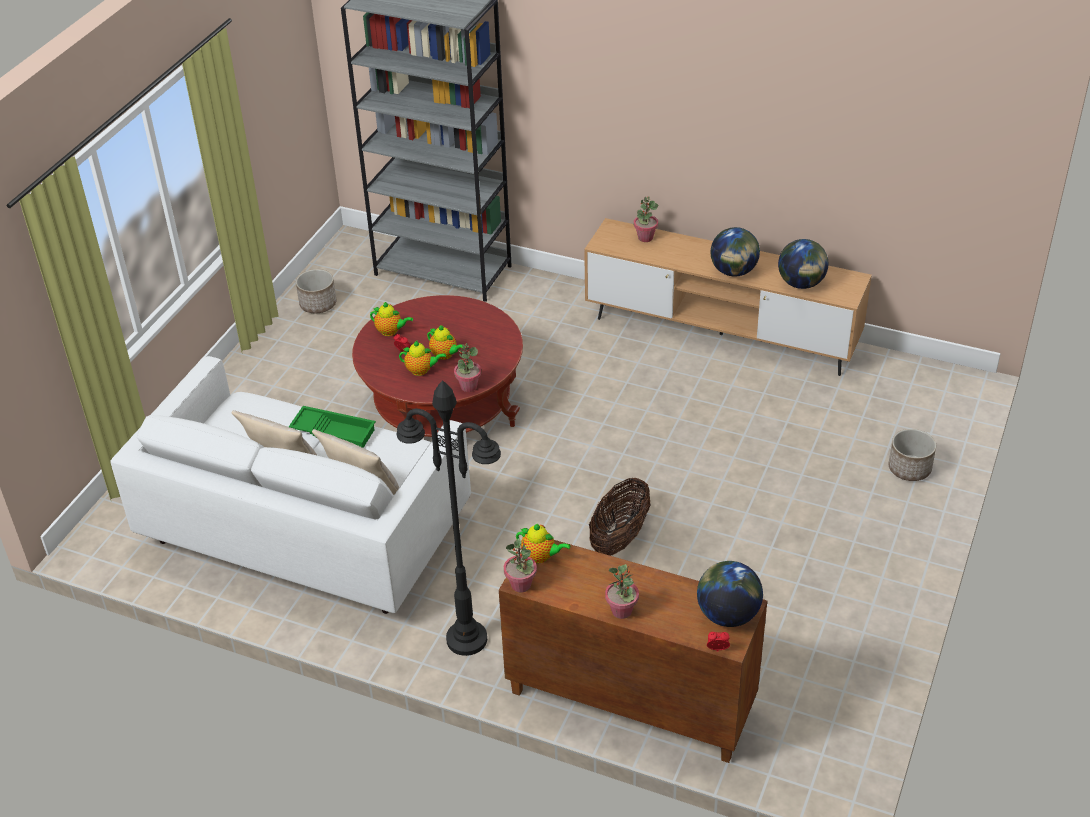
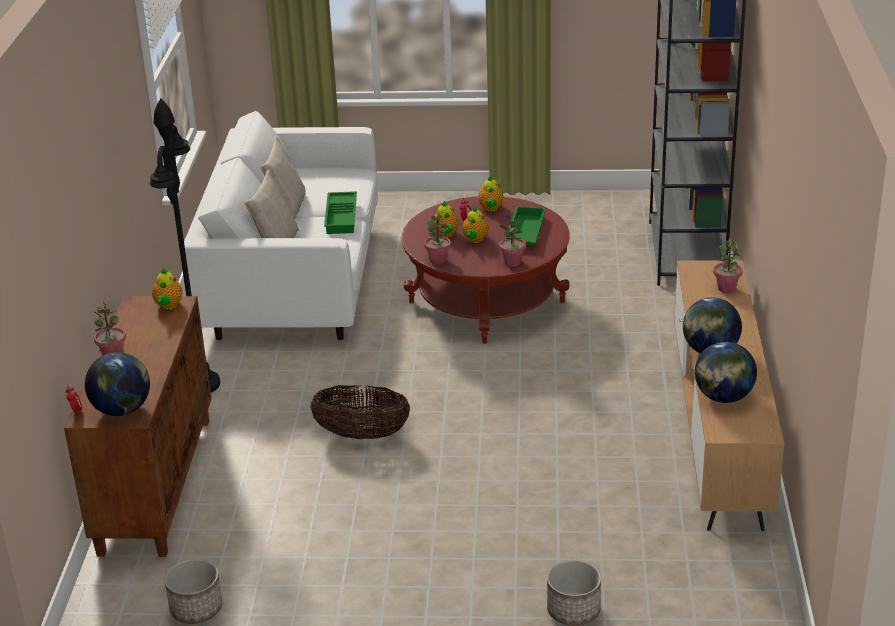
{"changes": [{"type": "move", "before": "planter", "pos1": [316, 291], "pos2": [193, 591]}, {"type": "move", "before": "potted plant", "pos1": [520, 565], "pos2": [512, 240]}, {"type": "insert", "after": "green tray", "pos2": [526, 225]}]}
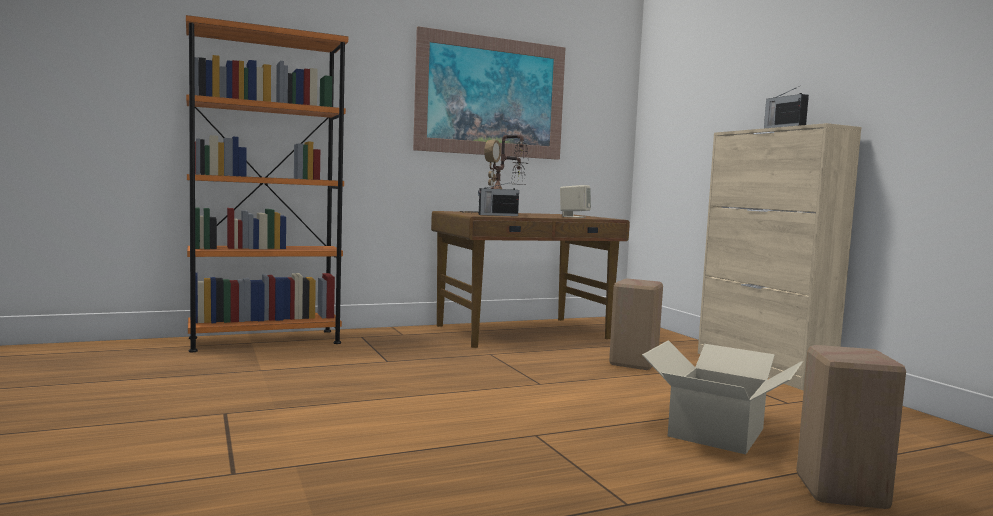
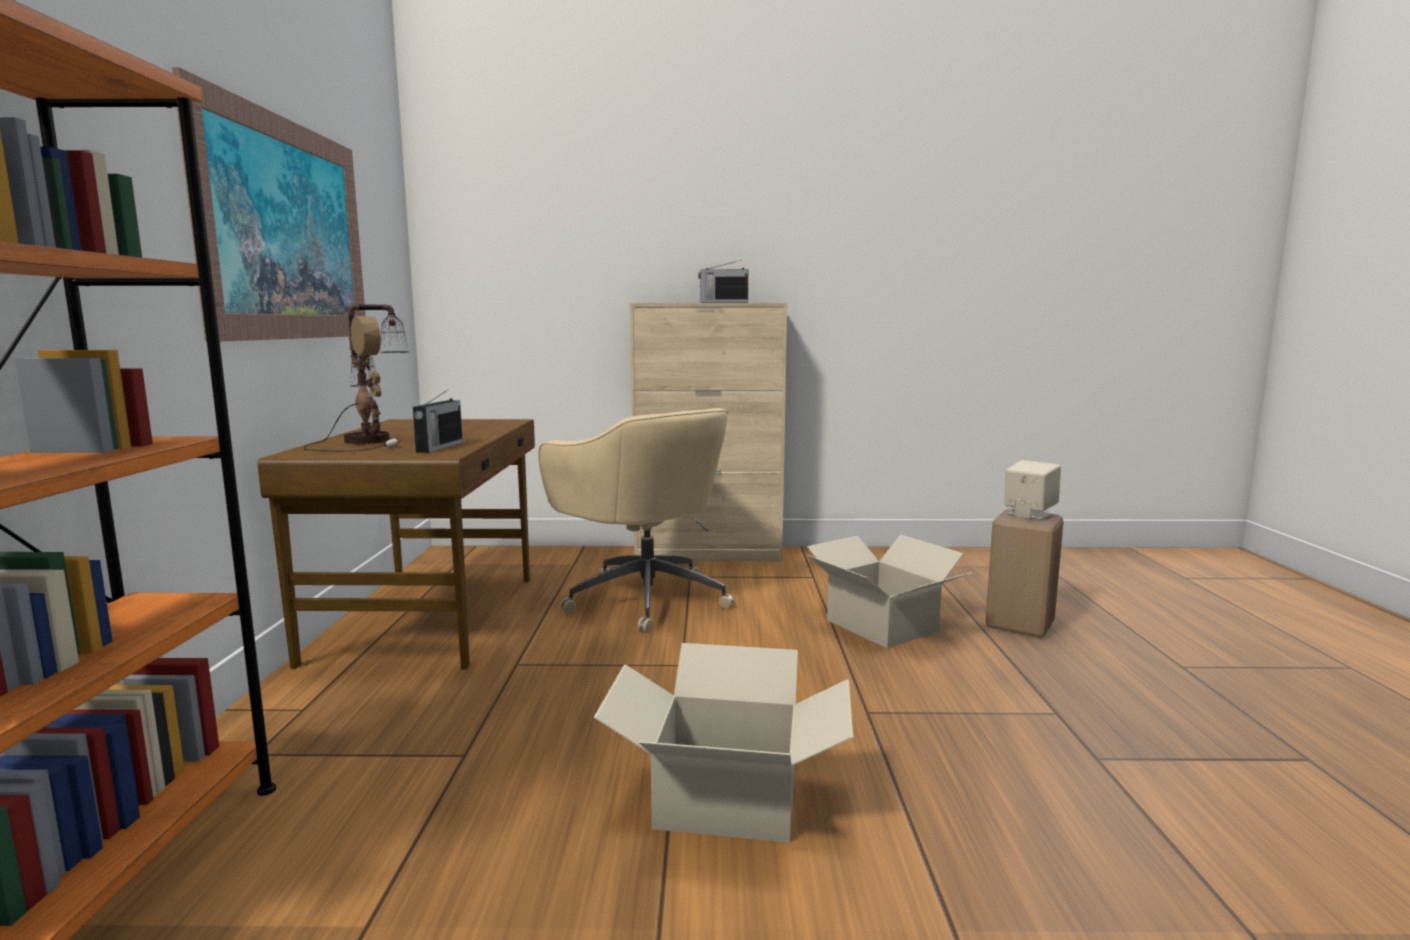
{"changes": [{"type": "move", "before": "beige speaker", "pos1": [575, 201], "pos2": [1032, 490]}, {"type": "replace", "before": "beige stool", "after": "beige office chair", "pos1": [636, 324], "pos2": [636, 520]}, {"type": "insert", "after": "cardboard box", "pos2": [723, 743]}]}
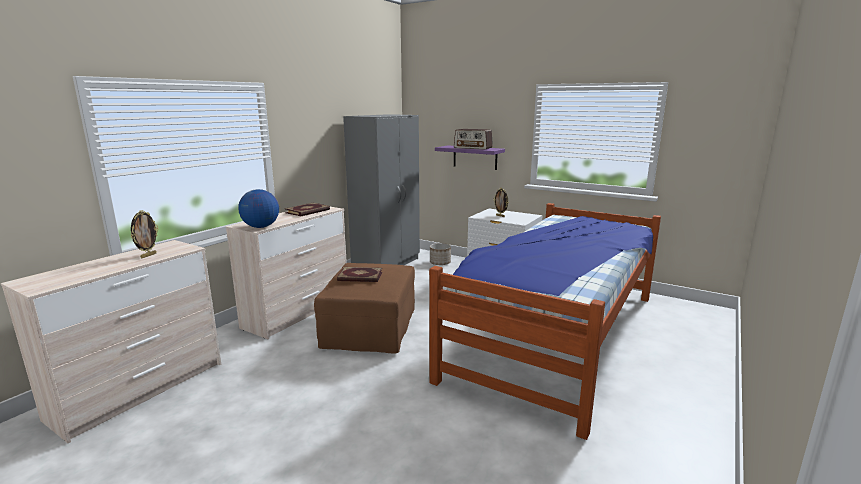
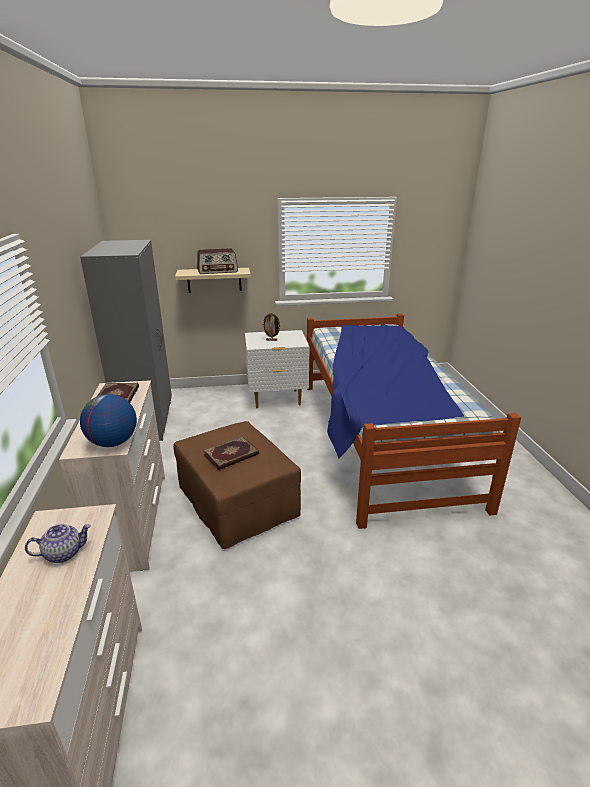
{"changes": [{"type": "recolor", "before": "purple shelf", "after": "beige shelf", "pos1": [470, 157], "pos2": [213, 280]}, {"type": "replace", "before": "picture frame", "after": "teapot", "pos1": [144, 234], "pos2": [58, 543]}, {"type": "delete", "before": "planter", "pos1": [440, 254]}]}
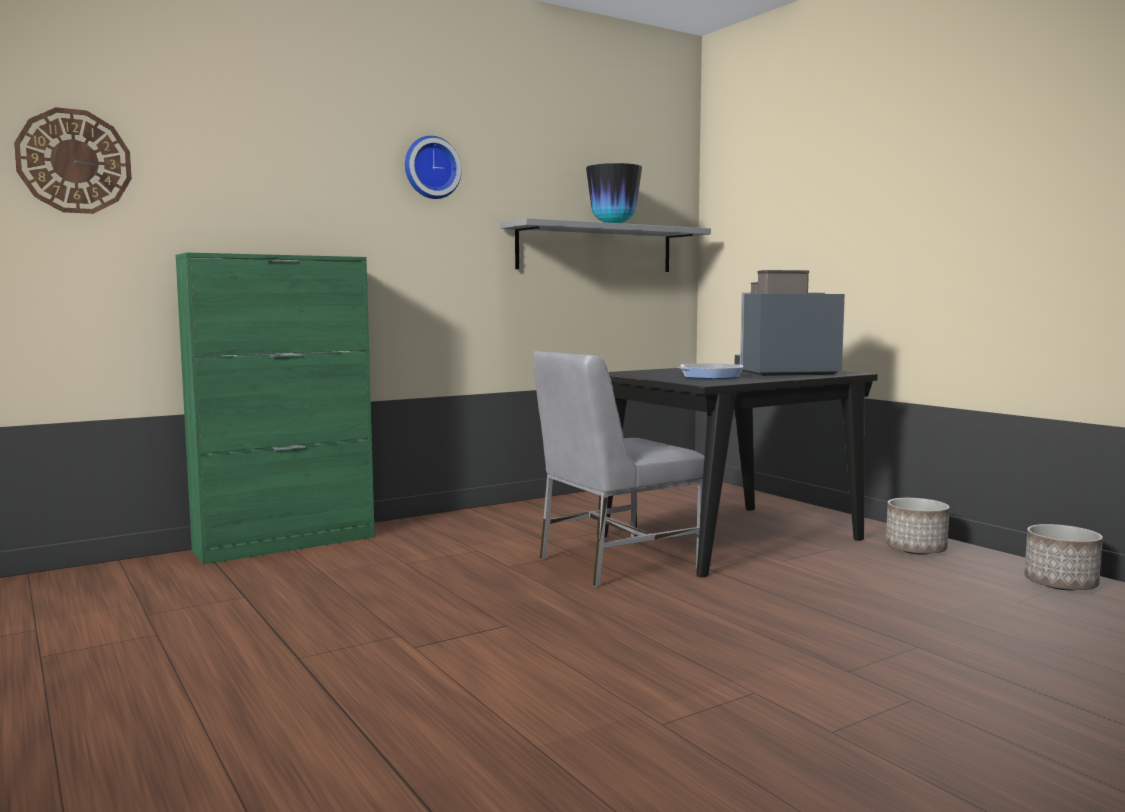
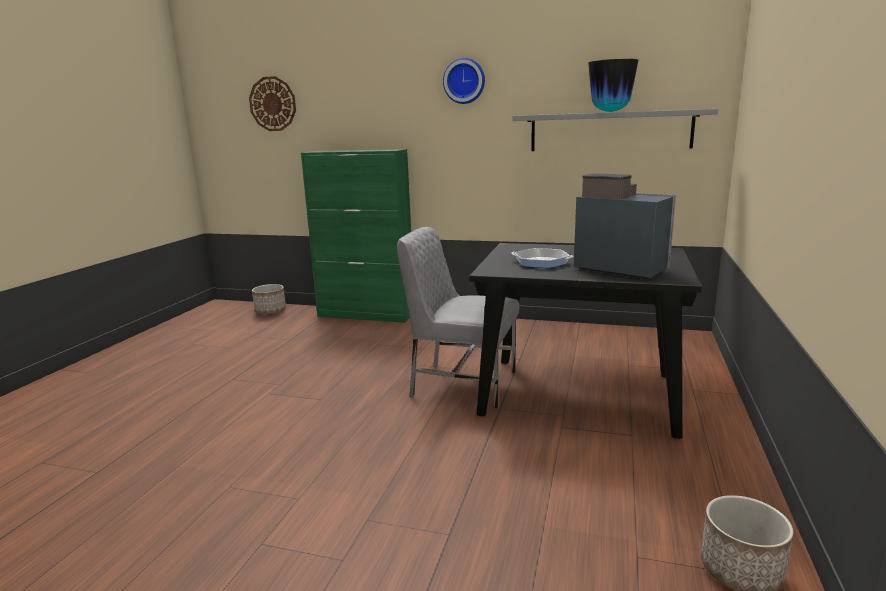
{"changes": [{"type": "move", "before": "planter", "pos1": [918, 526], "pos2": [269, 299]}]}
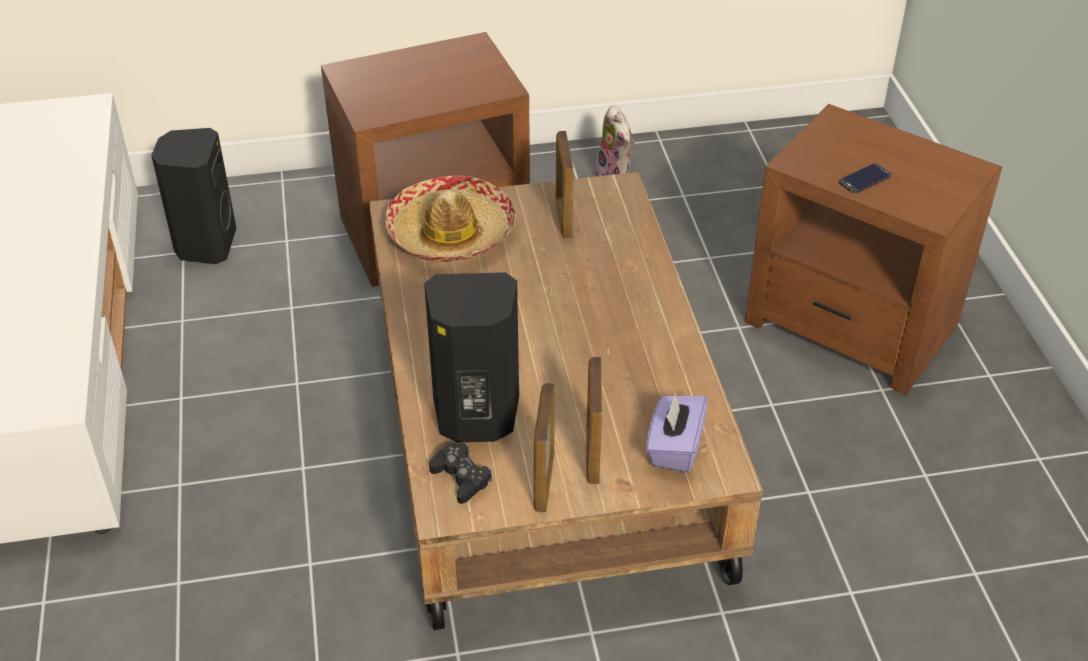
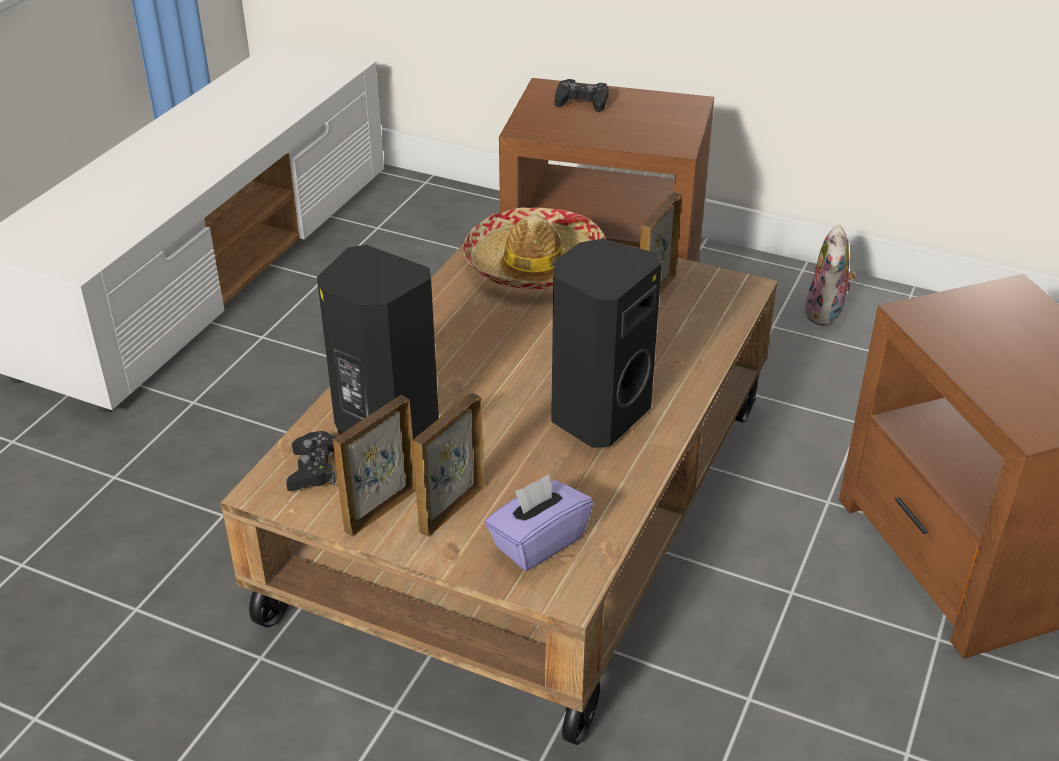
{"changes": [{"type": "move", "before": "black speaker", "pos1": [193, 196], "pos2": [606, 343]}, {"type": "delete", "before": "phone", "pos1": [865, 178]}, {"type": "insert", "after": "black game controller", "pos2": [582, 95]}]}
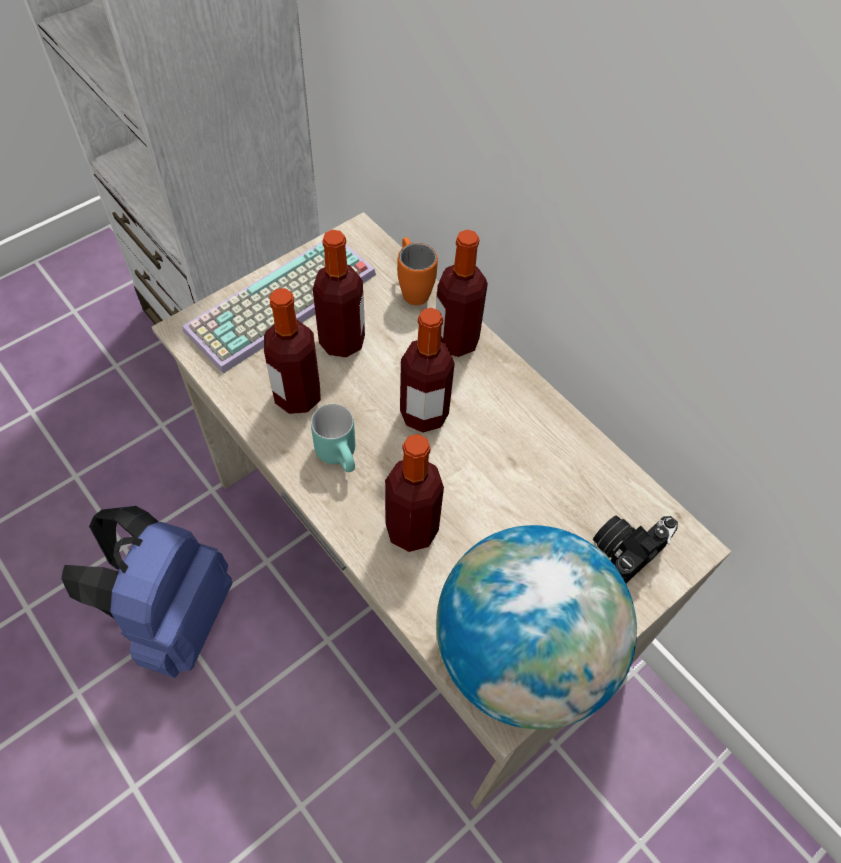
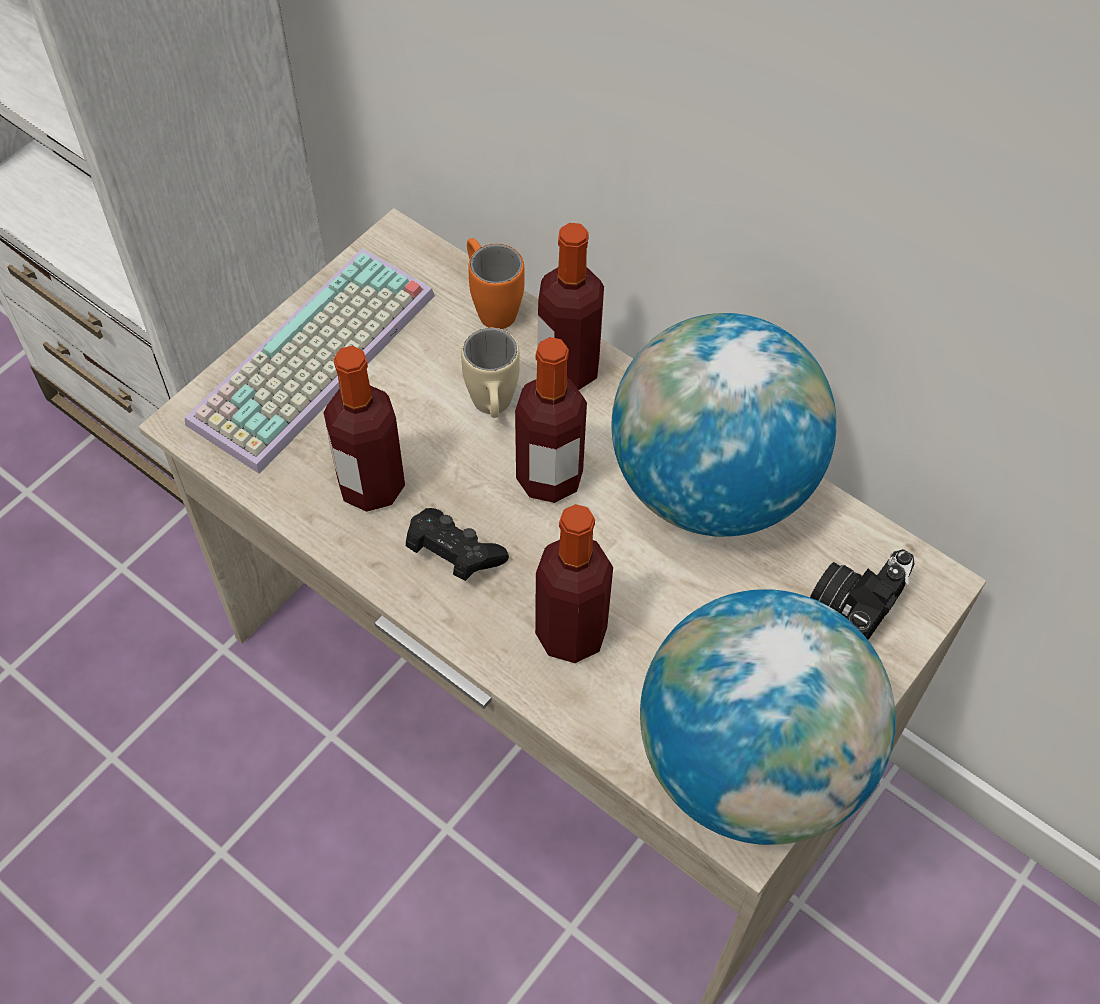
{"changes": [{"type": "delete", "before": "bottle", "pos1": [339, 294]}, {"type": "replace", "before": "turquoise mug", "after": "black game controller", "pos1": [333, 438], "pos2": [457, 544]}, {"type": "delete", "before": "blue backpack", "pos1": [146, 592]}, {"type": "insert", "after": "globe", "pos2": [724, 425]}, {"type": "insert", "after": "beige mug", "pos2": [490, 373]}]}
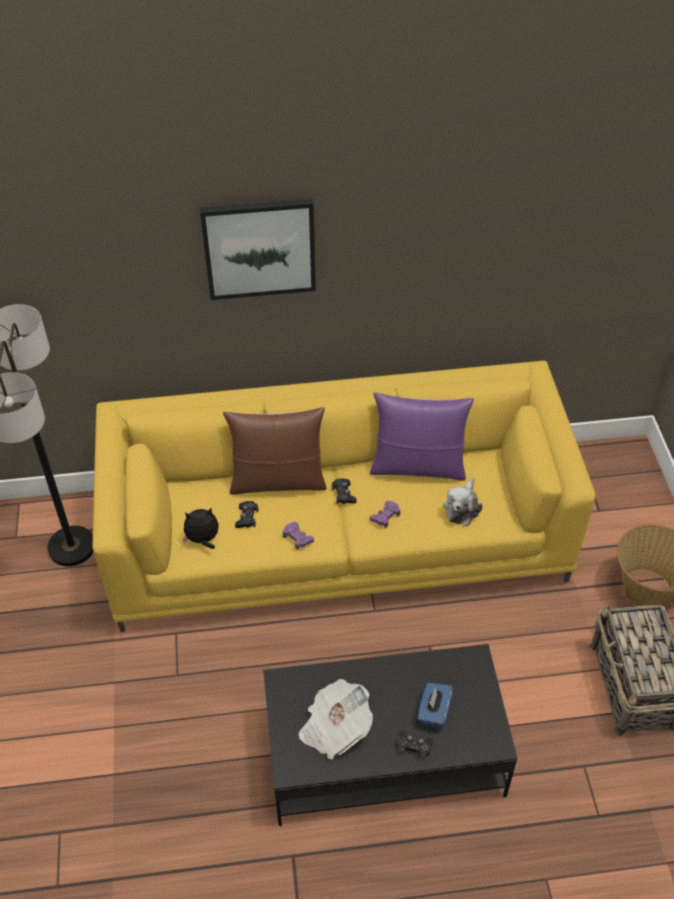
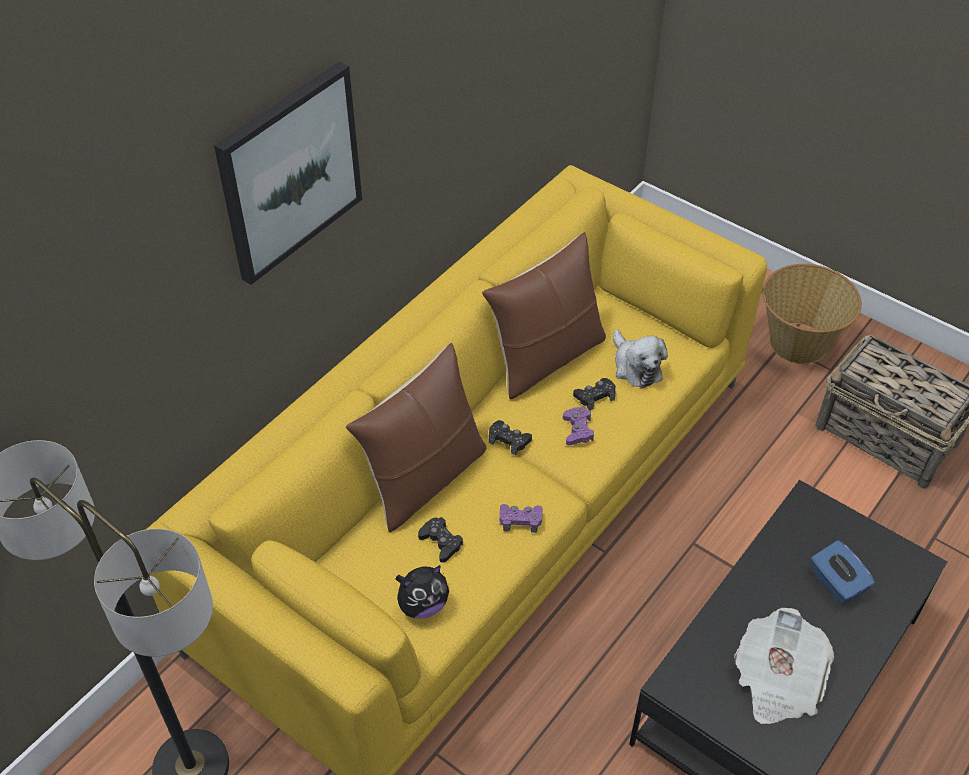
{"changes": [{"type": "recolor", "before": "purple pillow", "after": "brown pillow", "pos1": [422, 436], "pos2": [544, 316]}, {"type": "rotate", "before": "plush toy", "pos1": [200, 528], "pos2": [422, 592], "turn": -150}, {"type": "move", "before": "black game controller", "pos1": [415, 745], "pos2": [594, 394]}]}
